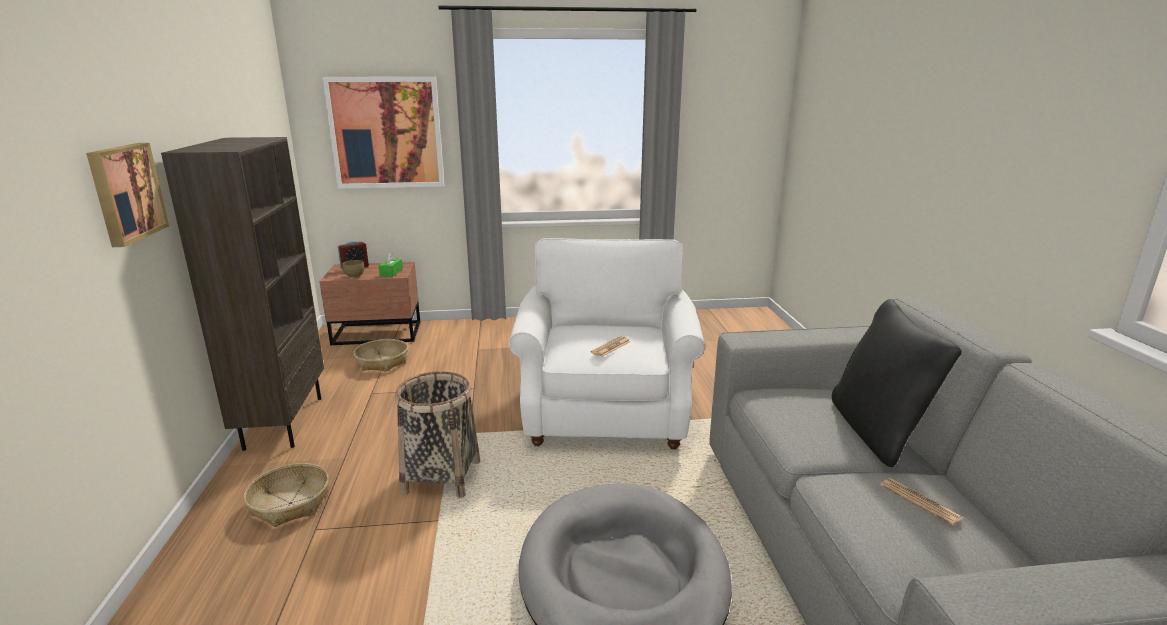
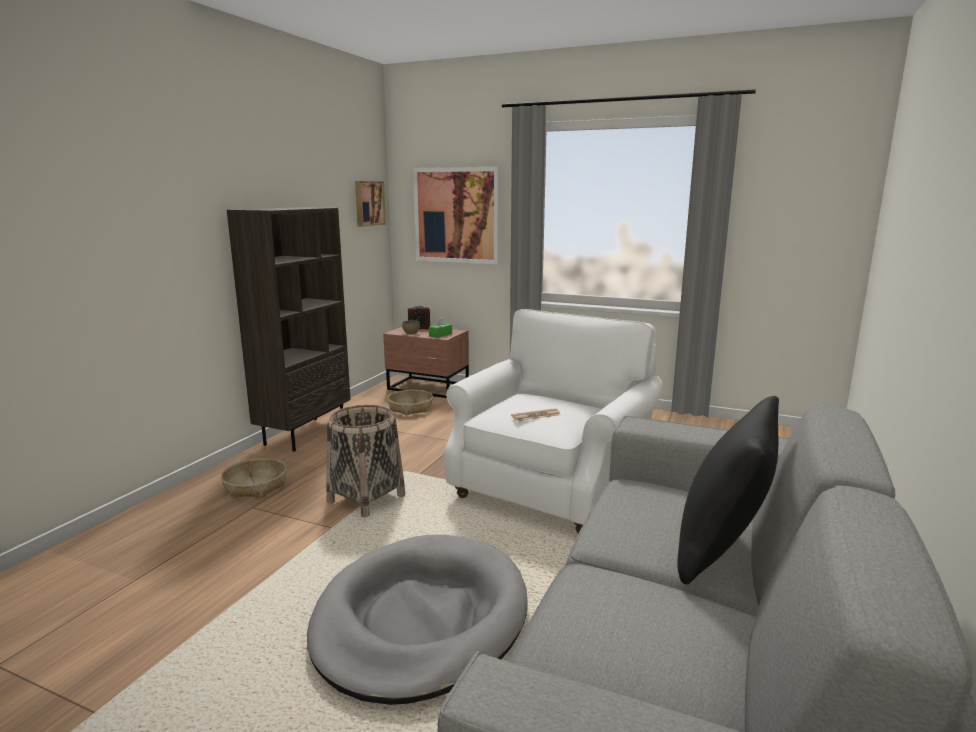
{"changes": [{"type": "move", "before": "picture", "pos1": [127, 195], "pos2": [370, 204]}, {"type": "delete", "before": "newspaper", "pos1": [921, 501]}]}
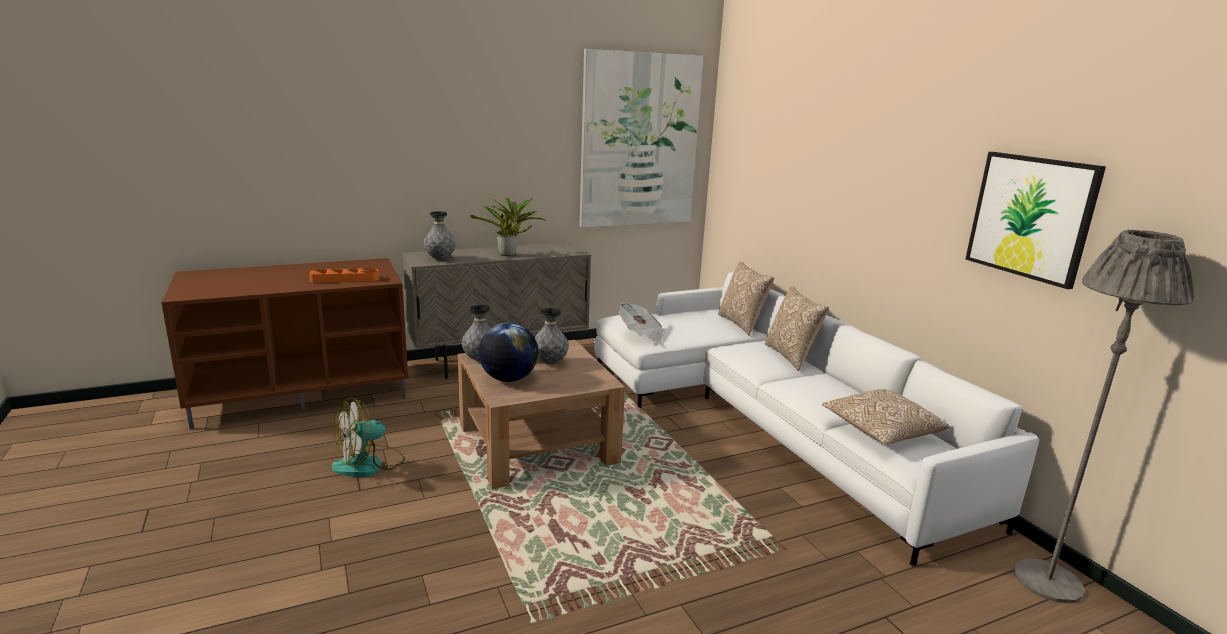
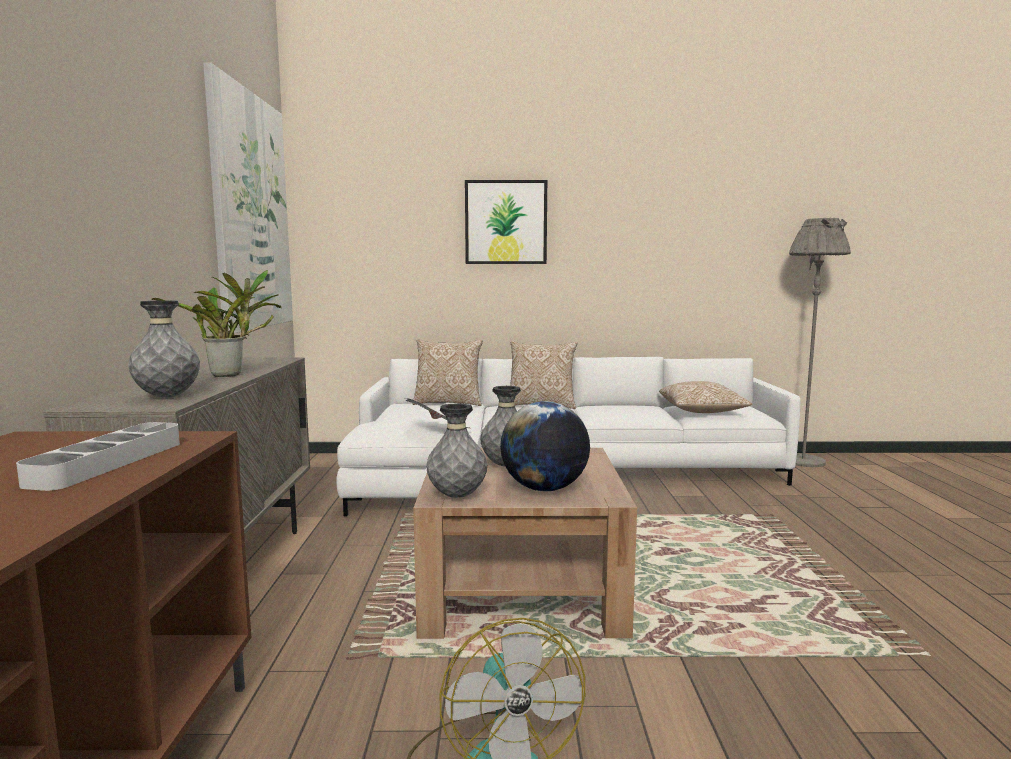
{"changes": [{"type": "move", "before": "picture", "pos1": [1035, 220], "pos2": [506, 222]}, {"type": "recolor", "before": "orange tray", "after": "grey tray", "pos1": [344, 275], "pos2": [98, 456]}]}
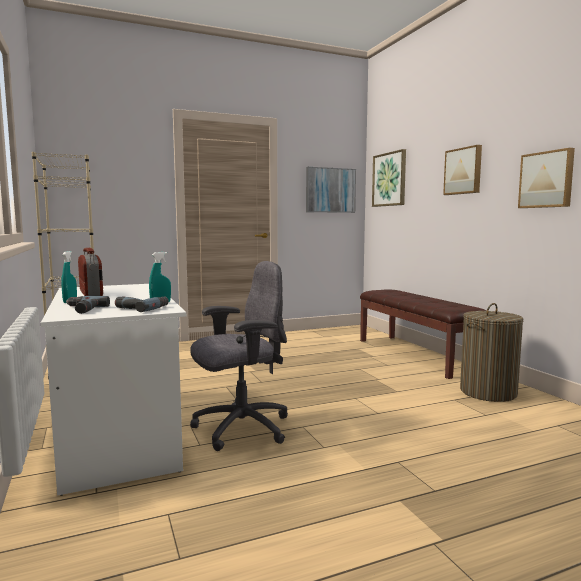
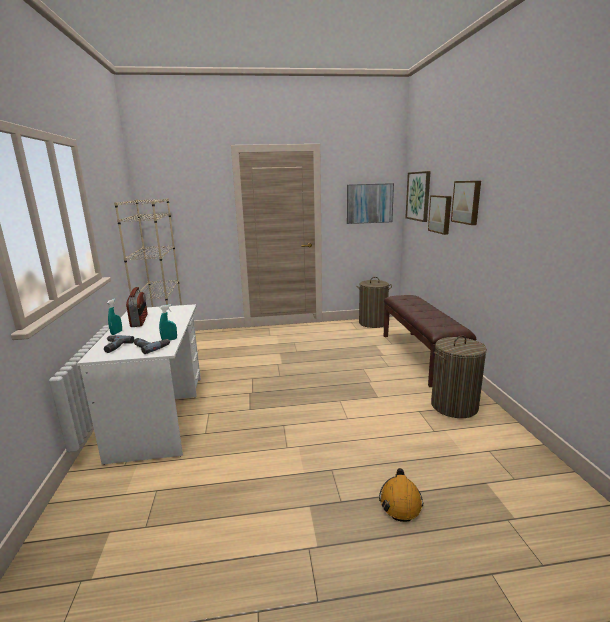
{"changes": [{"type": "move", "before": "picture", "pos1": [546, 178], "pos2": [440, 215]}, {"type": "delete", "before": "grey office chair", "pos1": [239, 356]}, {"type": "insert", "after": "laundry basket", "pos2": [374, 302]}, {"type": "insert", "after": "orange hard hat", "pos2": [401, 495]}]}
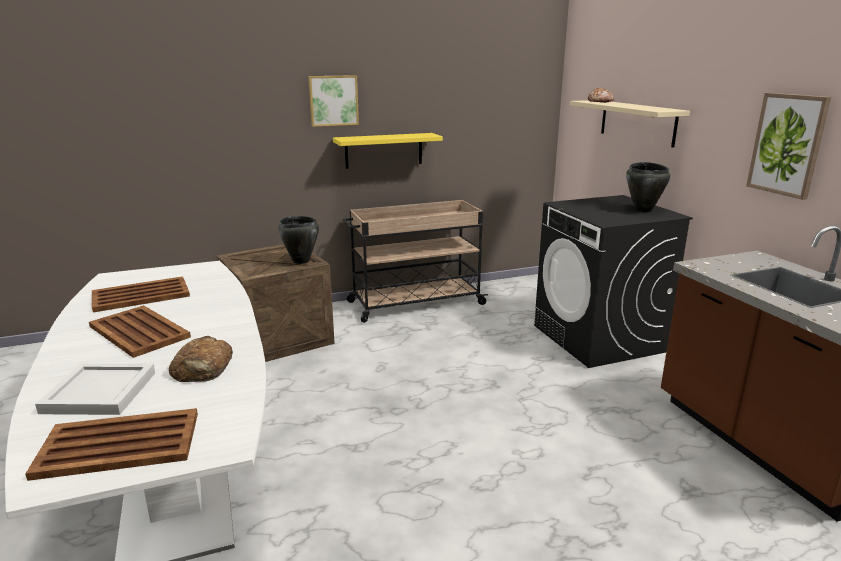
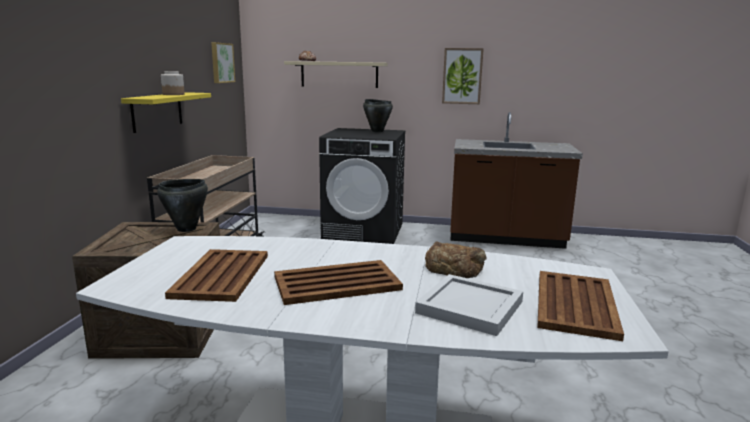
{"changes": [{"type": "move", "before": "picture", "pos1": [333, 101], "pos2": [223, 62]}, {"type": "insert", "after": "jar", "pos2": [173, 83]}]}
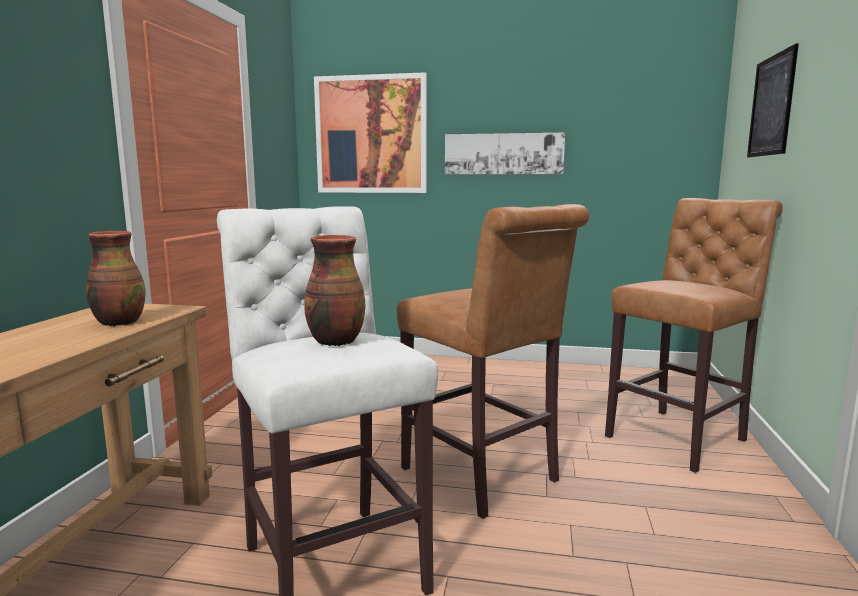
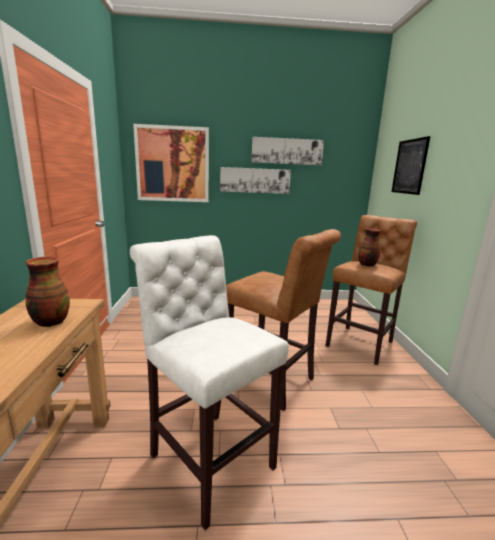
{"changes": [{"type": "move", "before": "vase", "pos1": [334, 290], "pos2": [369, 247]}, {"type": "insert", "after": "picture", "pos2": [287, 151]}]}
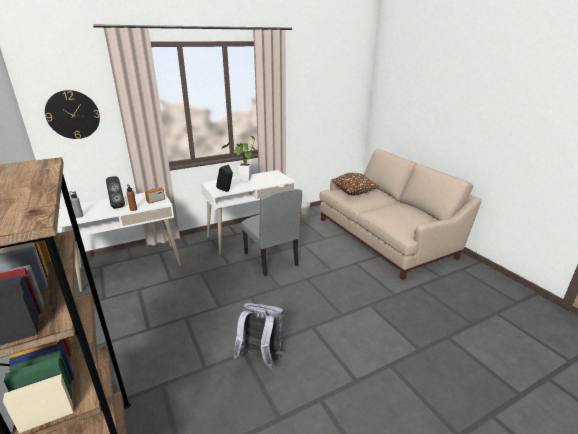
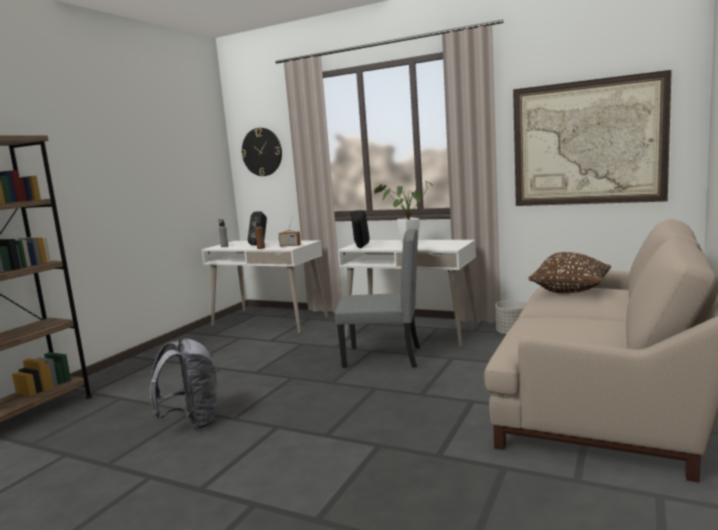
{"changes": [{"type": "rotate", "before": "grey chair", "pos1": [271, 232], "pos2": [377, 298], "turn": -105}, {"type": "insert", "after": "picture", "pos2": [592, 138]}]}
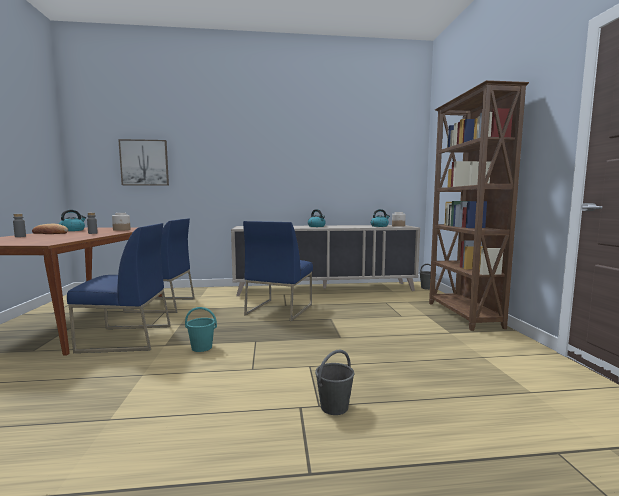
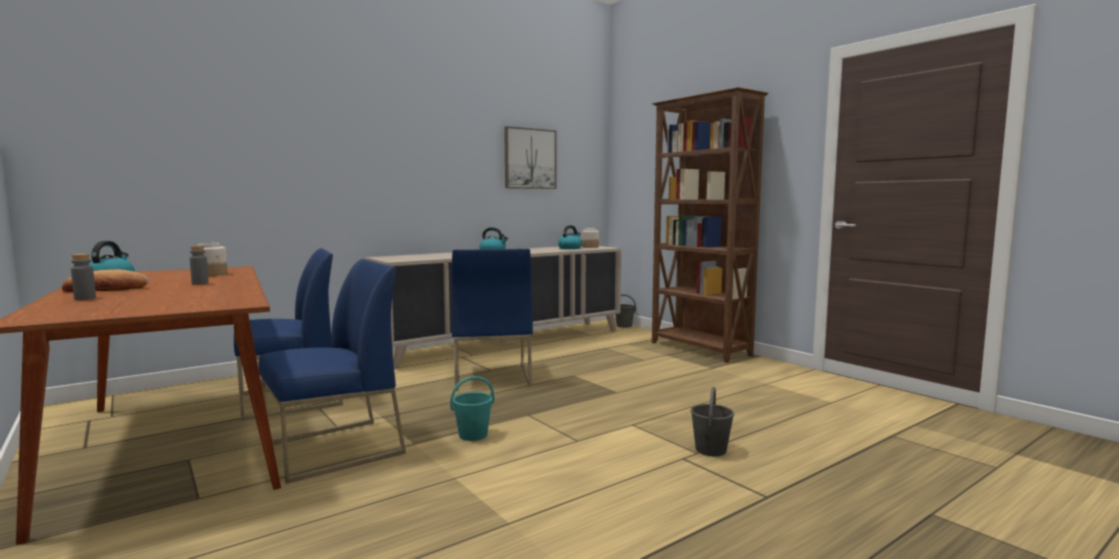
{"changes": [{"type": "move", "before": "picture", "pos1": [143, 162], "pos2": [530, 157]}]}
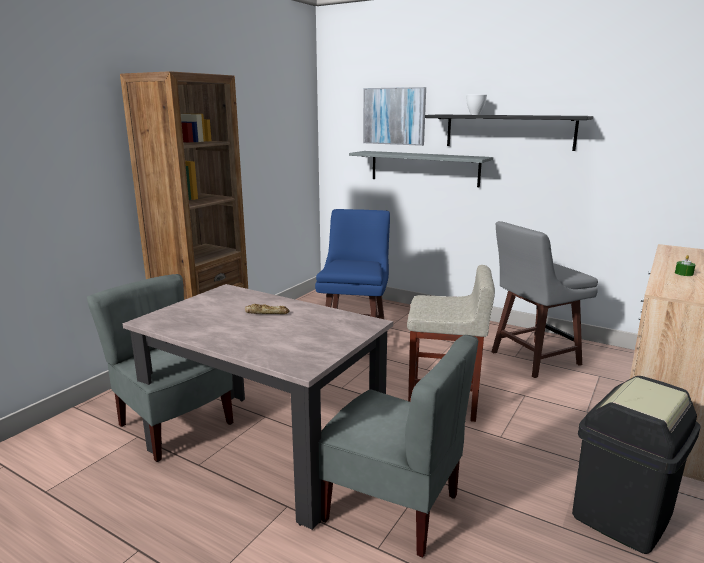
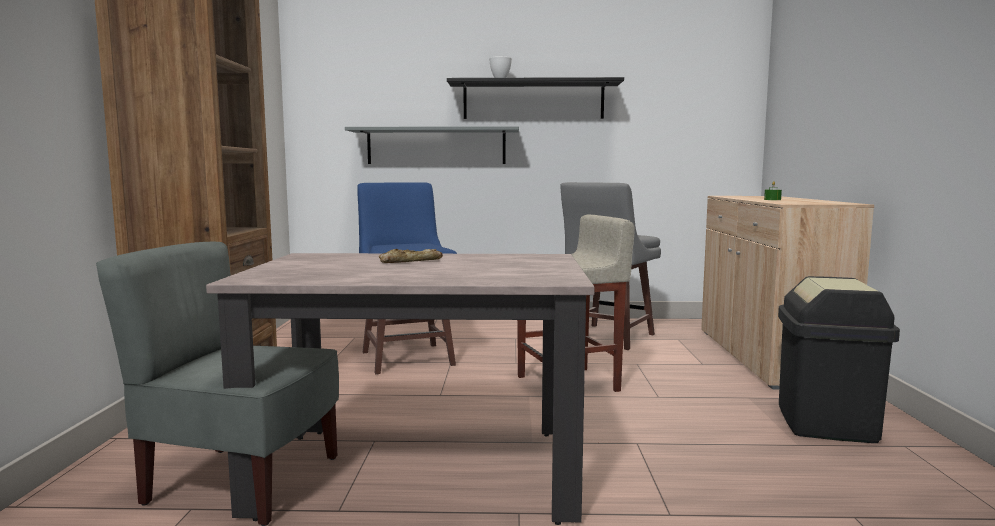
{"changes": [{"type": "delete", "before": "picture", "pos1": [394, 116]}, {"type": "delete", "before": "grey chair", "pos1": [398, 446]}]}
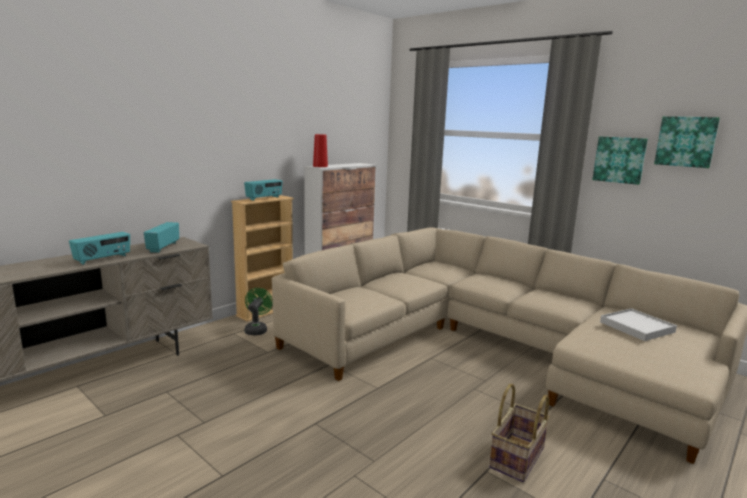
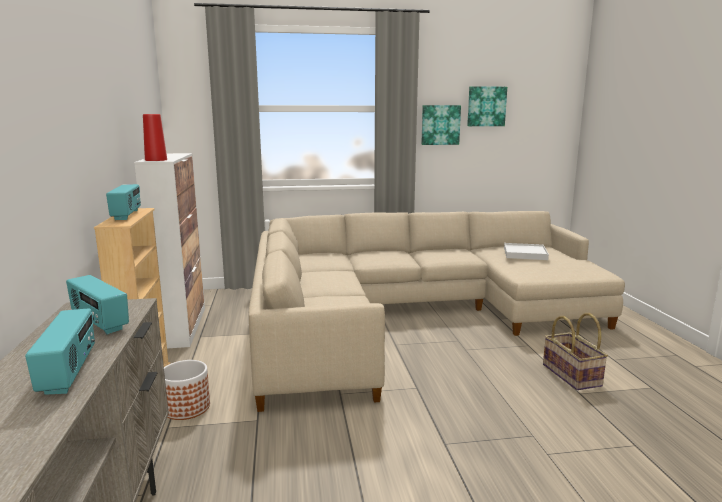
{"changes": [{"type": "replace", "before": "green fan", "after": "planter", "pos1": [258, 311], "pos2": [187, 390]}]}
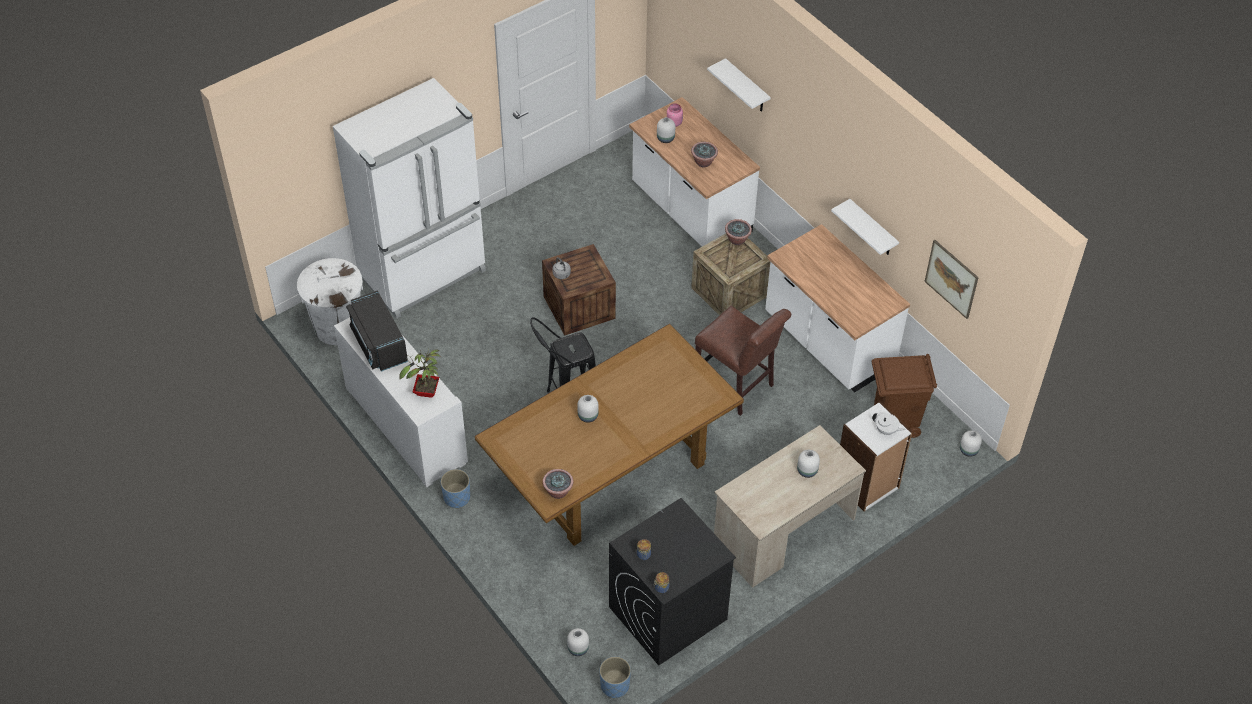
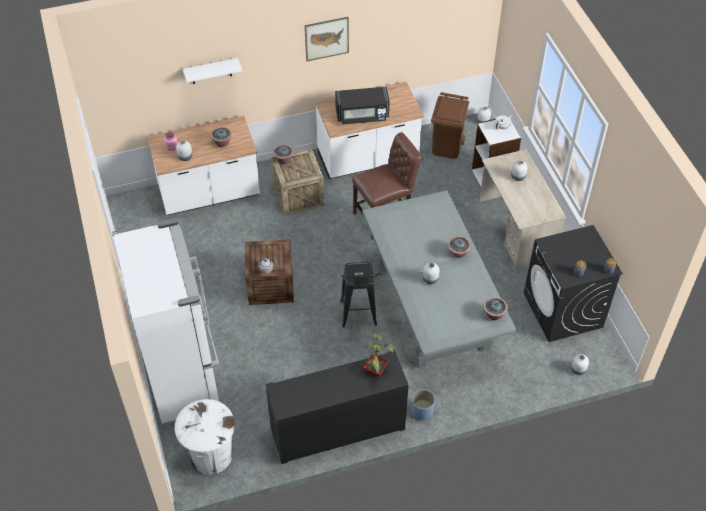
{"changes": [{"type": "delete", "before": "white shelf", "pos1": [865, 227]}, {"type": "move", "before": "picture", "pos1": [951, 279], "pos2": [327, 39]}, {"type": "move", "before": "black microwave", "pos1": [377, 331], "pos2": [362, 106]}, {"type": "recolor", "before": "white cabinet", "after": "black cabinet", "pos1": [401, 402], "pos2": [337, 407]}, {"type": "recolor", "before": "brown dining table", "after": "grey dining table", "pos1": [609, 435], "pos2": [439, 279]}, {"type": "delete", "before": "blue planter", "pos1": [615, 677]}, {"type": "insert", "after": "potted plant", "pos2": [459, 247]}]}
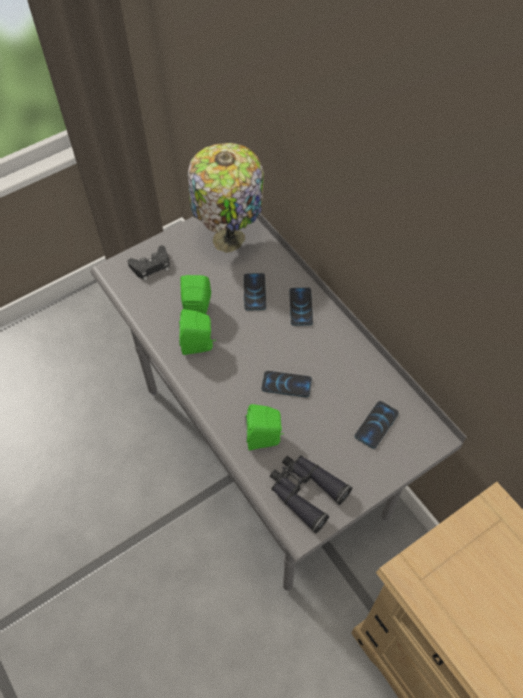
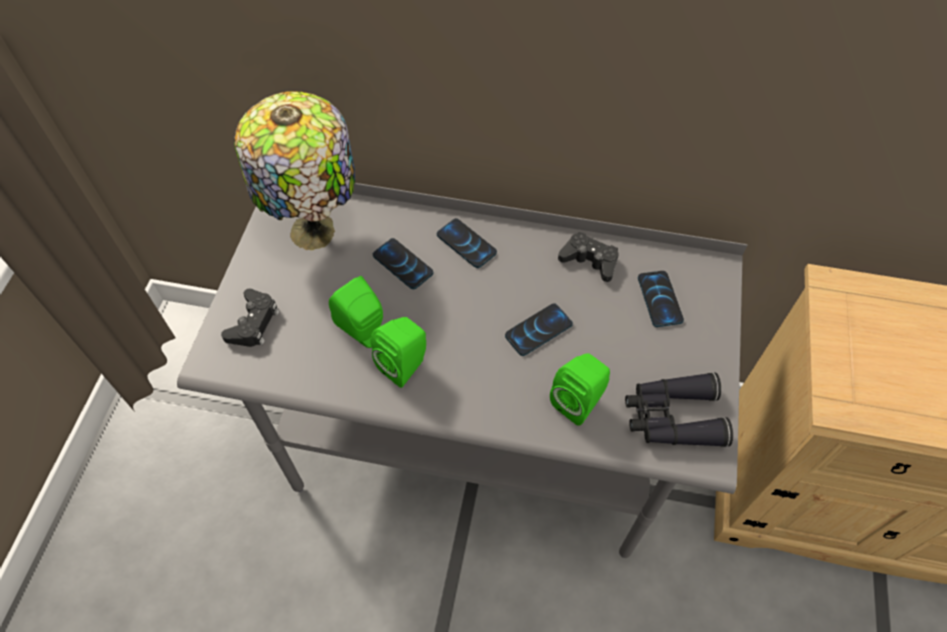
{"changes": [{"type": "insert", "after": "black game controller", "pos2": [588, 257]}]}
